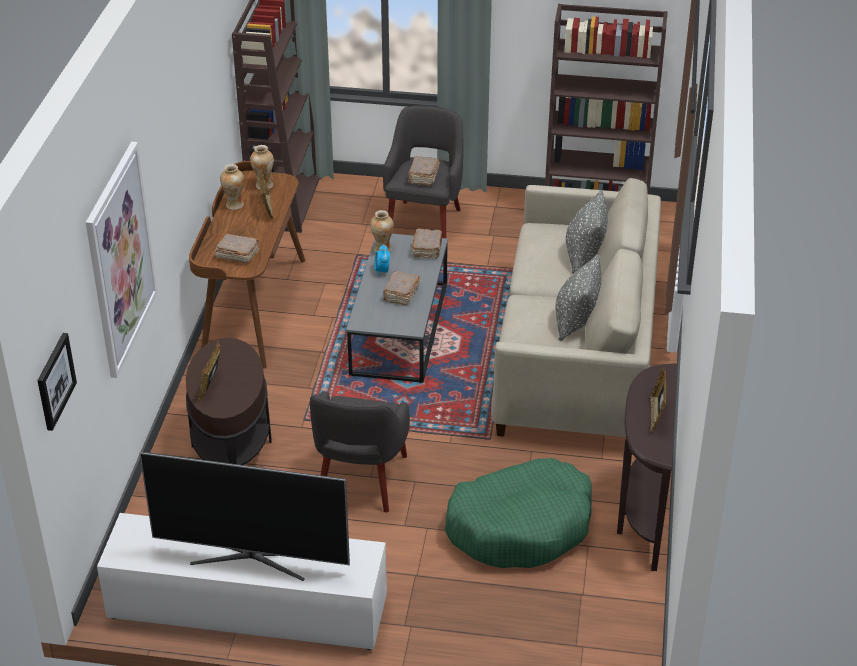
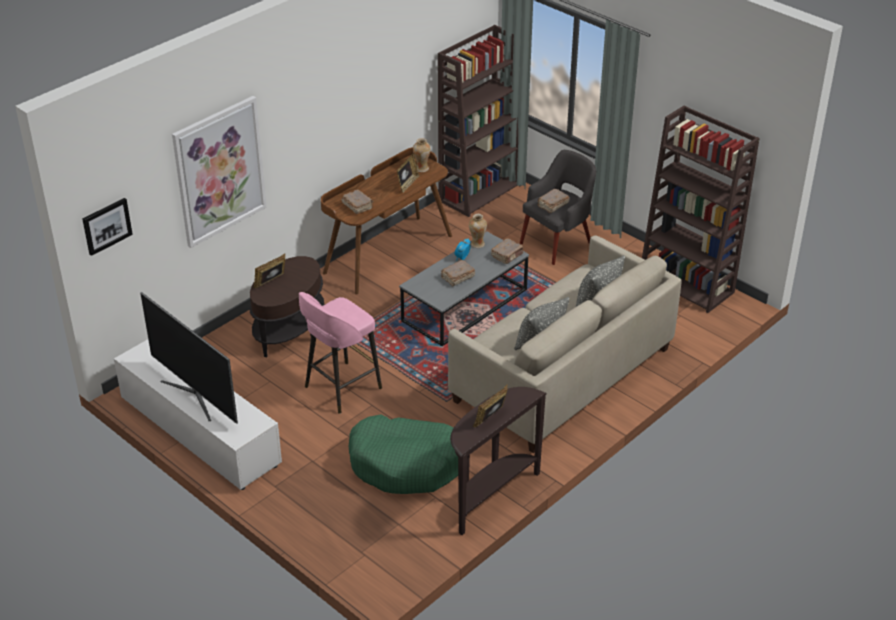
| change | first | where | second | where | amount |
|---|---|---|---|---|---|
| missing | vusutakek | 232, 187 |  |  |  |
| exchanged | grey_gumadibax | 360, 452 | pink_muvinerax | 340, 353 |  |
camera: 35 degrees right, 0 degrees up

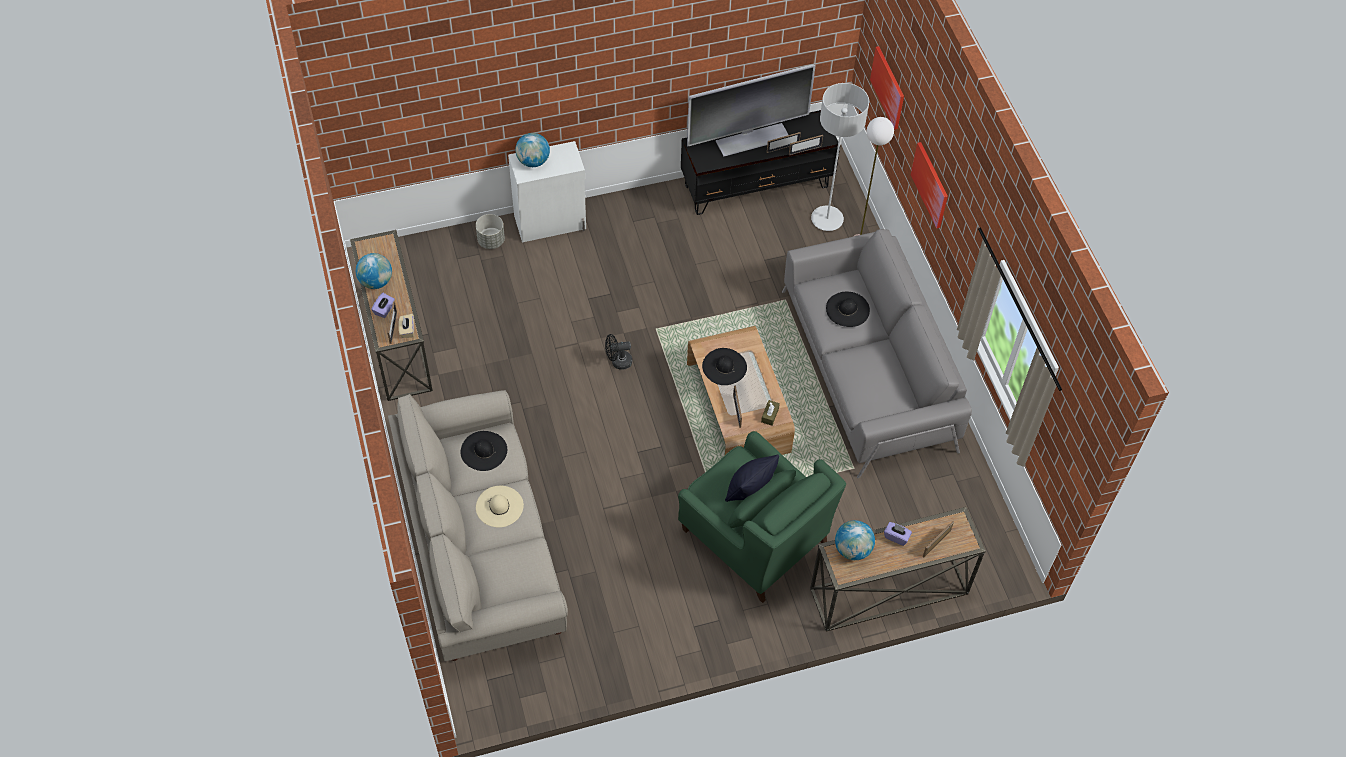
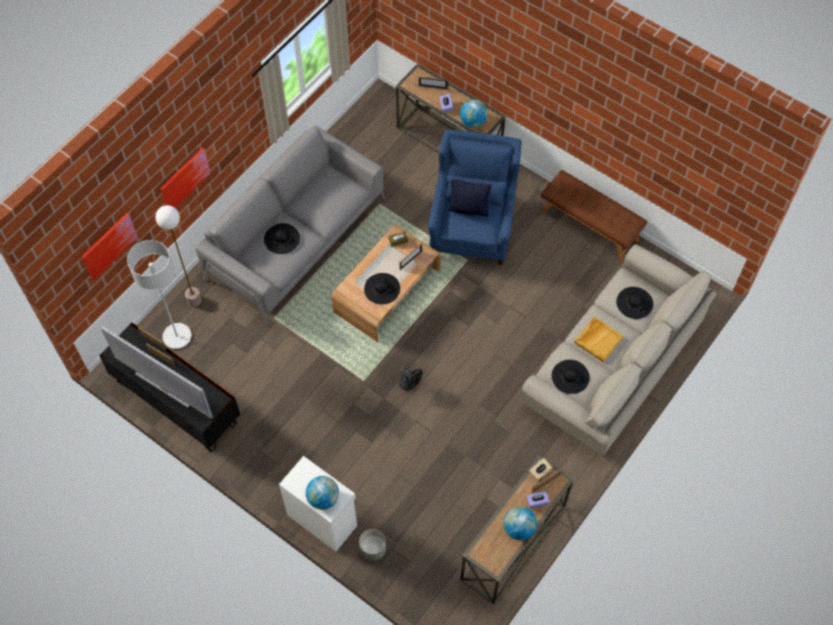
| change | first | where | second | where | amount |
|---|---|---|---|---|---|
| exchanged | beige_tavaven | 500, 506 | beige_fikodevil | 598, 339 |  |
| colour | green_gumadibax | 762, 517 | blue_gumadibax | 475, 197 |  |
| appeared |  |  | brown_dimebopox | 594, 216 |  |
| appeared |  |  | black_tavaven | 634, 303 |  |
camera: 125 degrees left, 5 degrees up

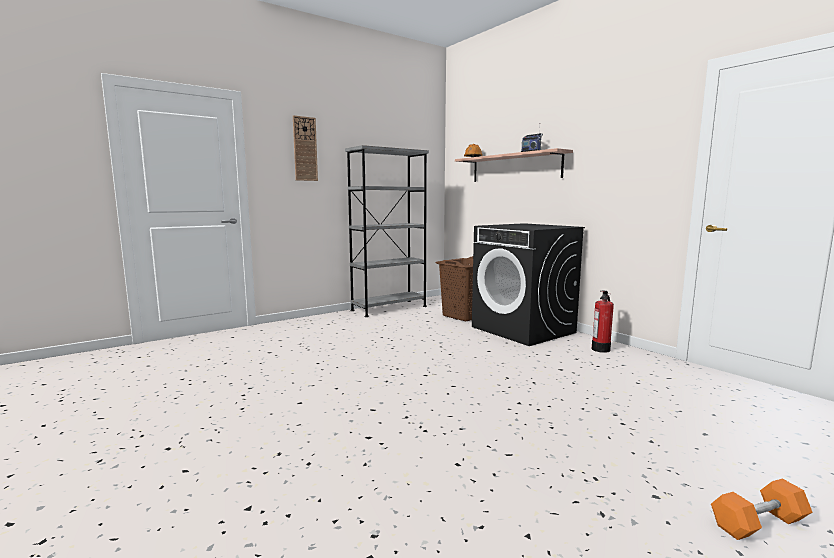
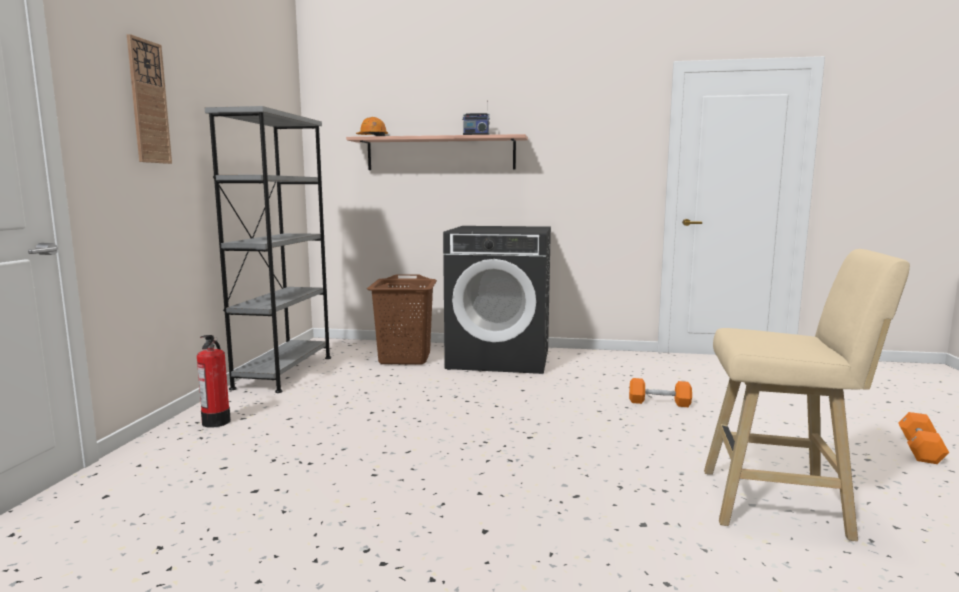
| change | first | where | second | where | amount |
|---|---|---|---|---|---|
| relocated | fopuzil | 603, 321 |  | 214, 381 |  |
| appeared |  |  | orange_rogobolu | 660, 392 |  |
| appeared |  |  | beige_muvinerax | 807, 395 |  |
camera: 45 degrees left, 0 degrees up

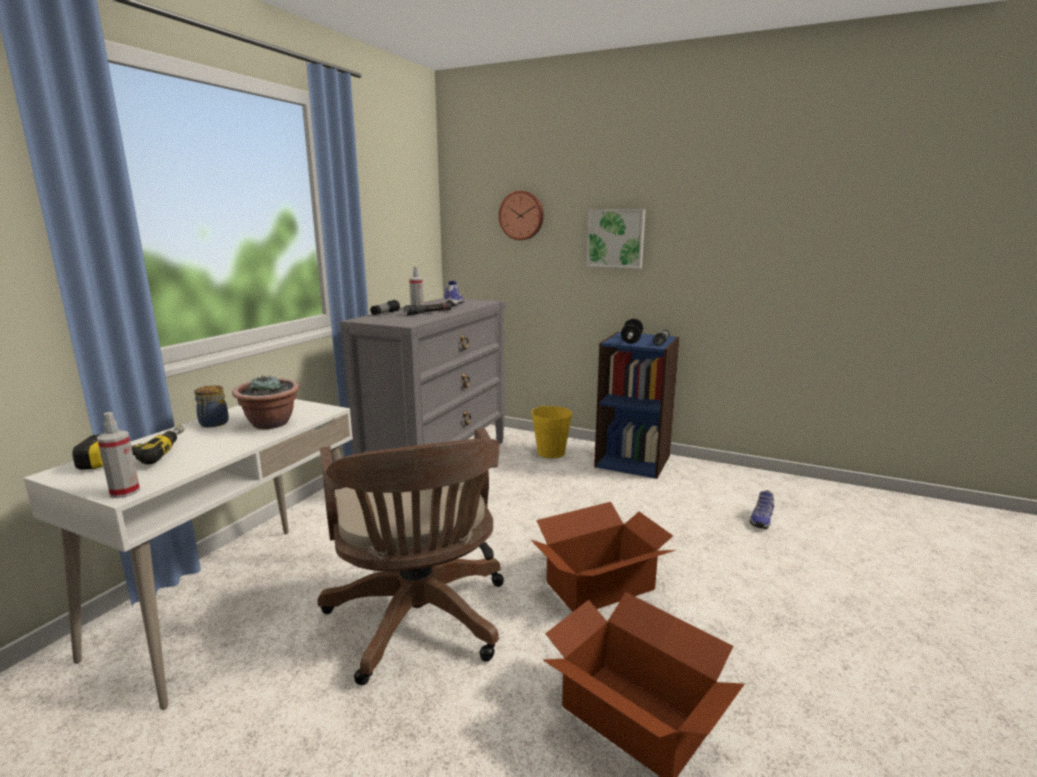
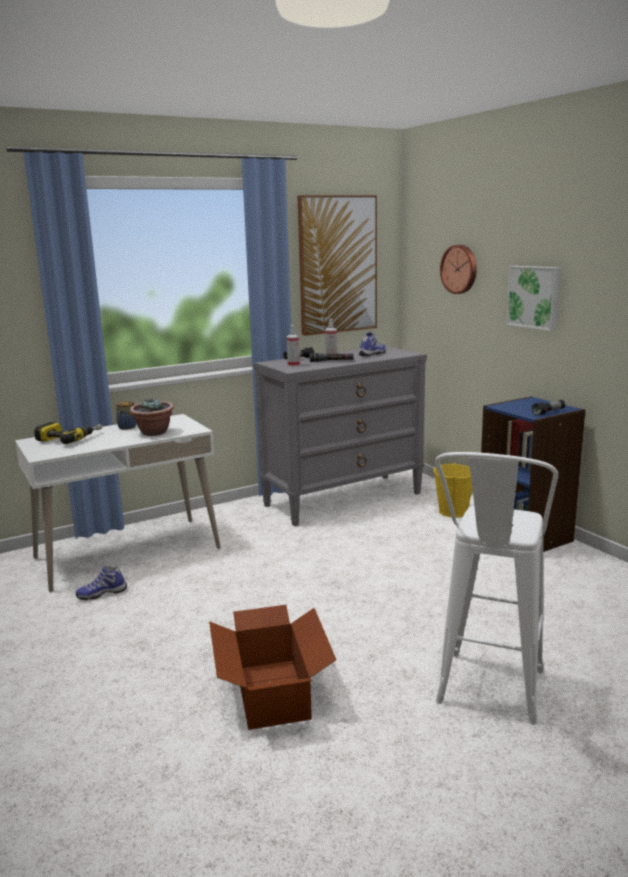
| change | first | where | second | where | amount |
|---|---|---|---|---|---|
| relocated | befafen | 118, 455 |  | 293, 346 |  |
| missing | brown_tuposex | 411, 556 |  |  |  |
| missing | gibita | 603, 557 |  |  |  |
| missing | rogobolu | 632, 331 |  |  |  |
| relocated | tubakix | 762, 509 |  | 101, 583 |  |
| appeared |  |  | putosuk | 337, 265 |  |
| appeared |  |  | white_muvinerax | 496, 588 |  |
camera: 35 degrees right, 0 degrees up

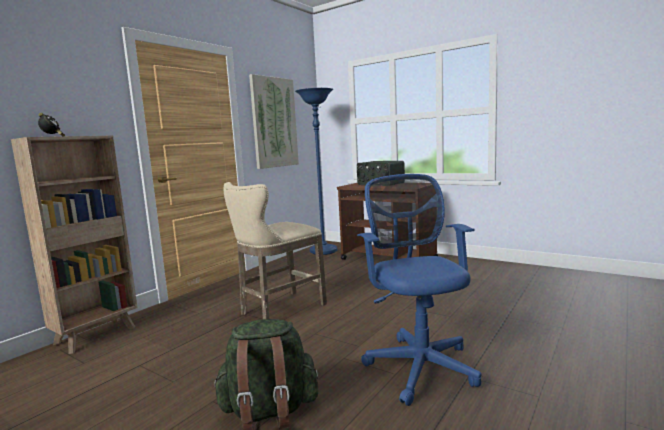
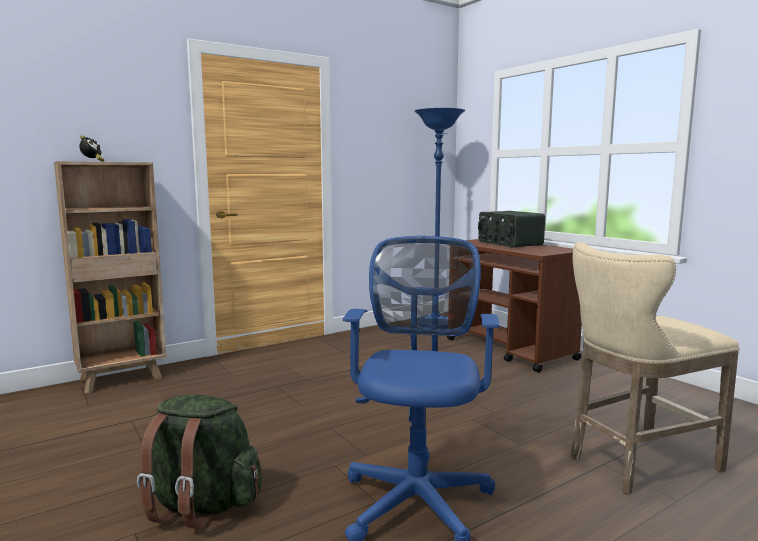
| change | first | where | second | where | amount |
|---|---|---|---|---|---|
| relocated | beige_muvinerax | 275, 250 |  | 655, 368 |  |
| missing | putosuk | 274, 121 |  |  |  |
camera: 20 degrees right, 0 degrees up

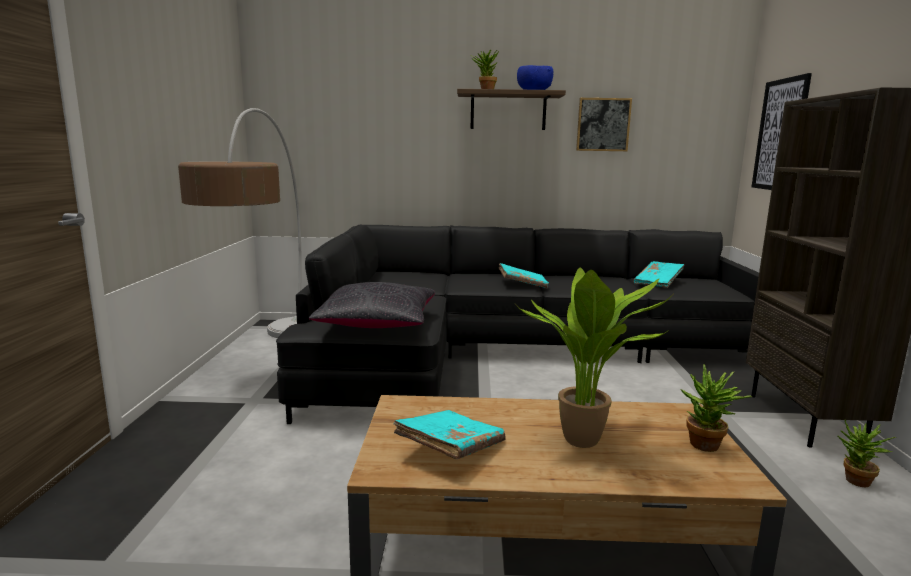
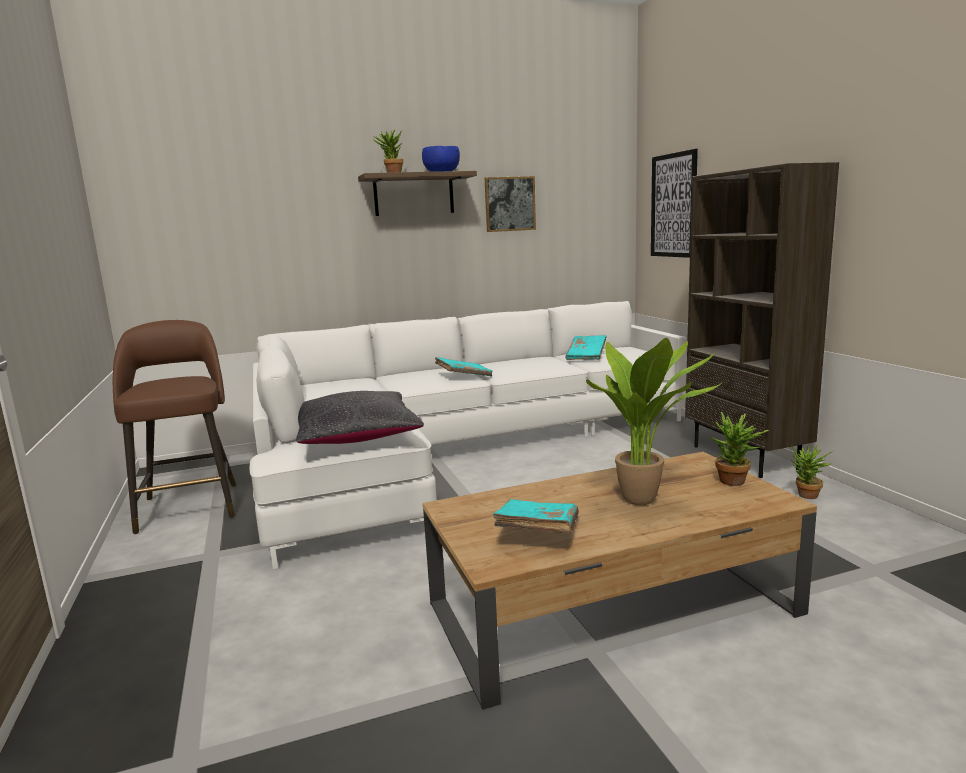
| change | first | where | second | where | amount |
|---|---|---|---|---|---|
| exchanged | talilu | 240, 223 | brown_muvinerax | 174, 427 |  |
| colour | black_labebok | 517, 324 | white_labebok | 468, 435 |  |
camera: 20 degrees left, 0 degrees up

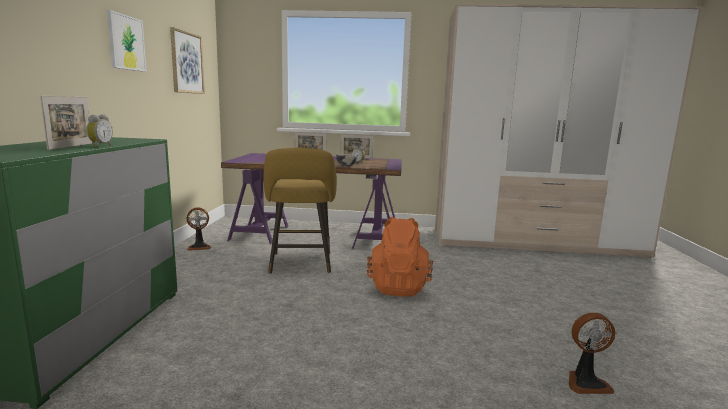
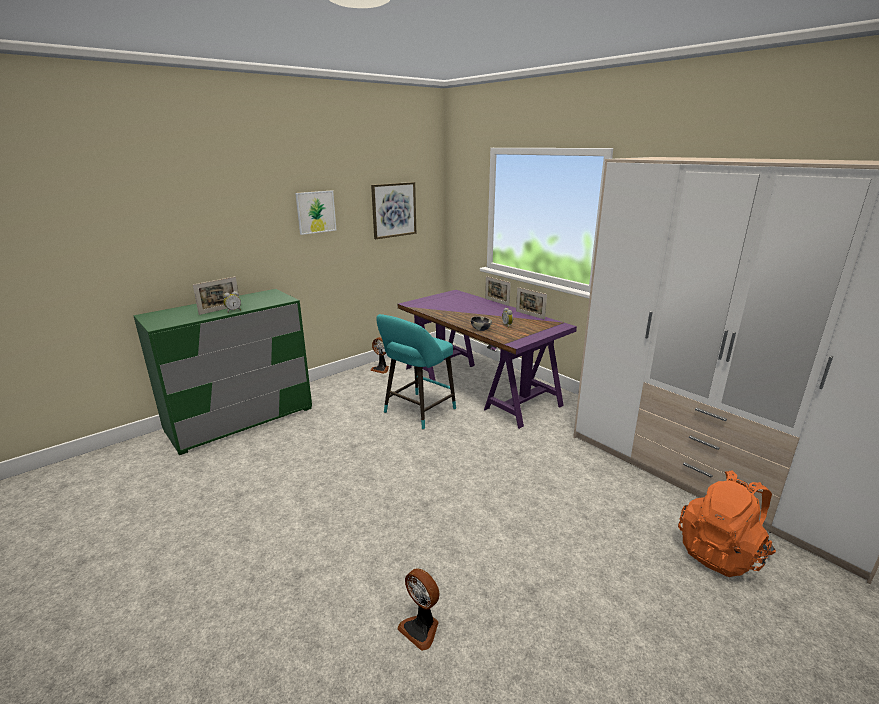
| change | first | where | second | where | amount |
|---|---|---|---|---|---|
| colour | yellow_muvinerax | 300, 211 | turquoise_muvinerax | 416, 371 |  |
| relocated | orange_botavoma | 400, 256 |  | 727, 523 |  |
camera: 45 degrees right, 10 degrees up

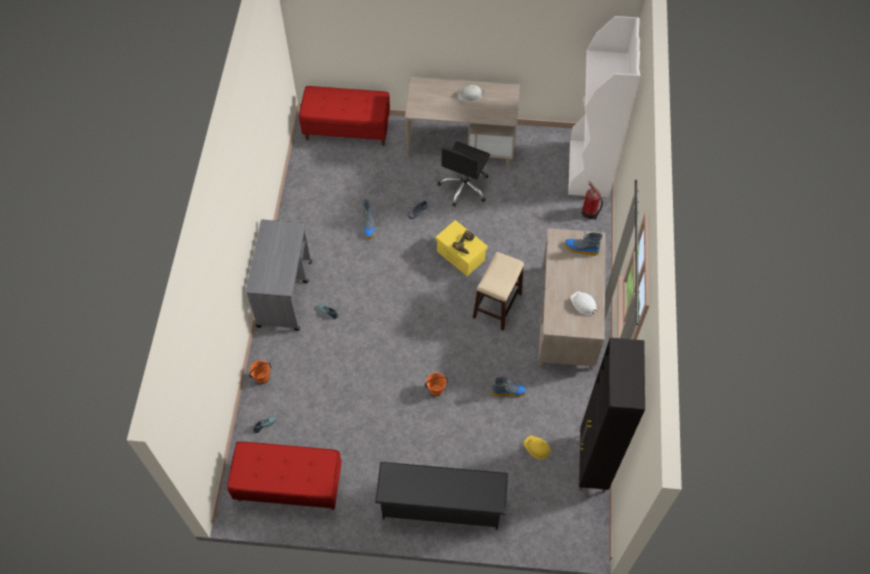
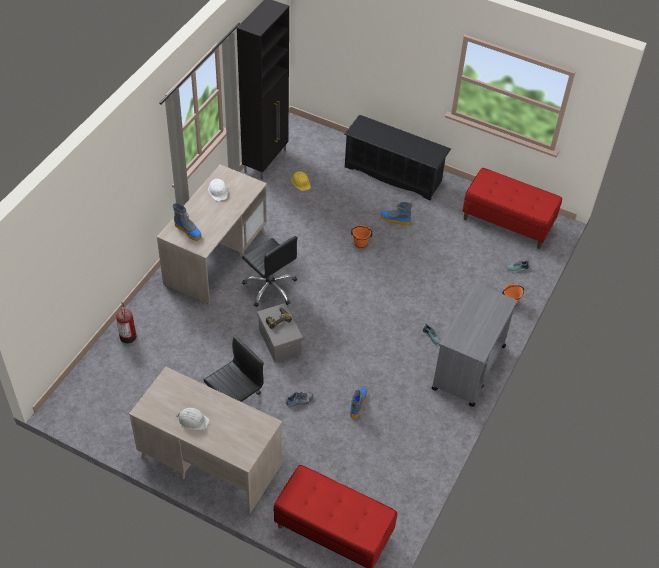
| change | first | where | second | where | amount |
|---|---|---|---|---|---|
| colour | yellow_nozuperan | 461, 248 | grey_nozuperan | 280, 333 |  |
| exchanged | muvinerax | 498, 291 | black_tuposex | 270, 271 |  |
| relocated | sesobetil | 508, 387 |  | 396, 213 |  |
| missing | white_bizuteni | 604, 107 |  |  |  |
camera: 160 degrees left, 10 degrees down

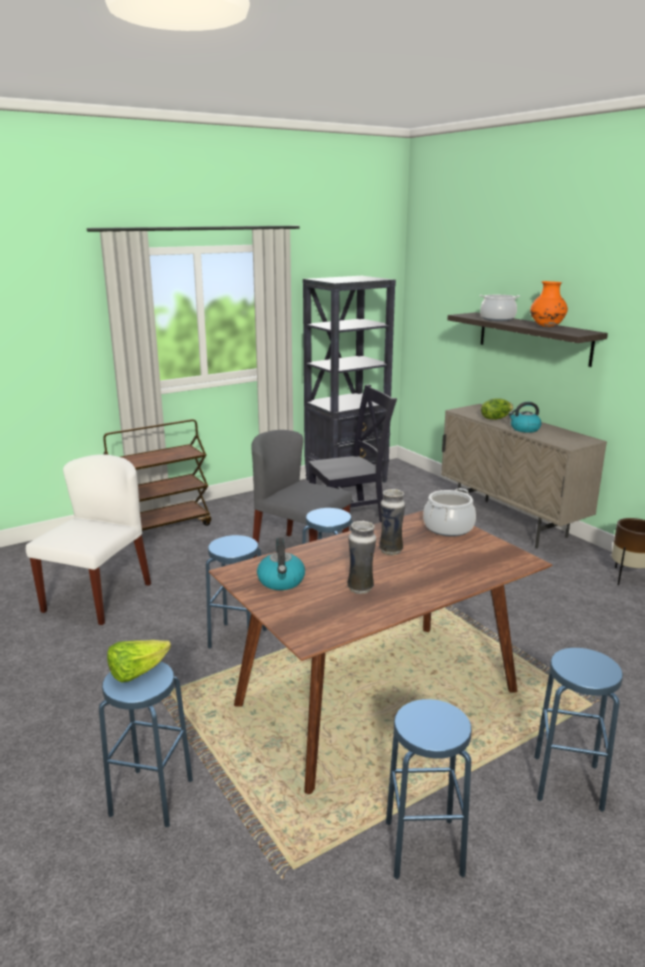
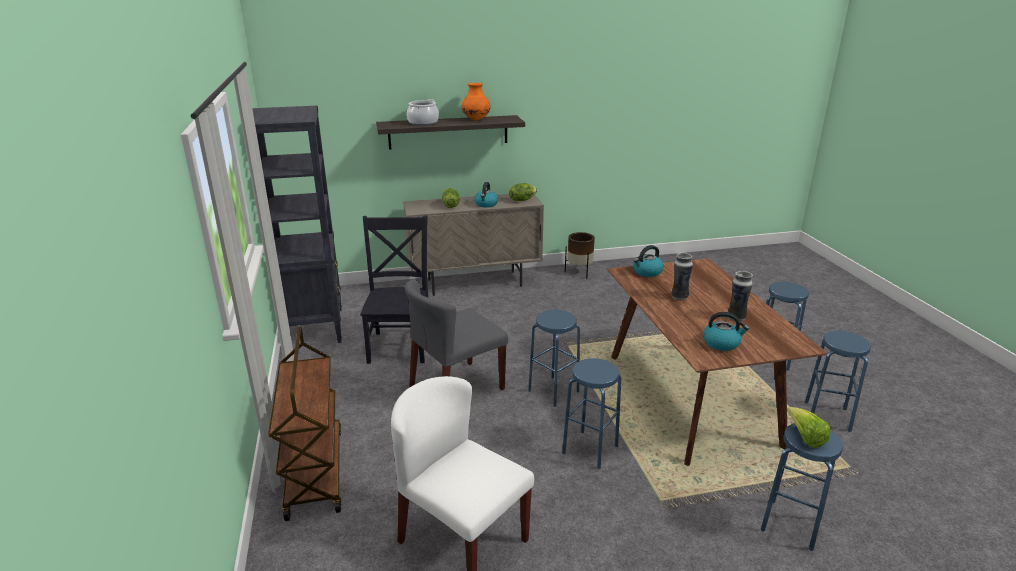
| change | first | where | second | where | amount |
|---|---|---|---|---|---|
| exchanged | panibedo | 449, 512 | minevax | 648, 261 |  |
| appeared |  |  | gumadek | 523, 192 |  |
camera: 70 degrees left, 5 degrees up

